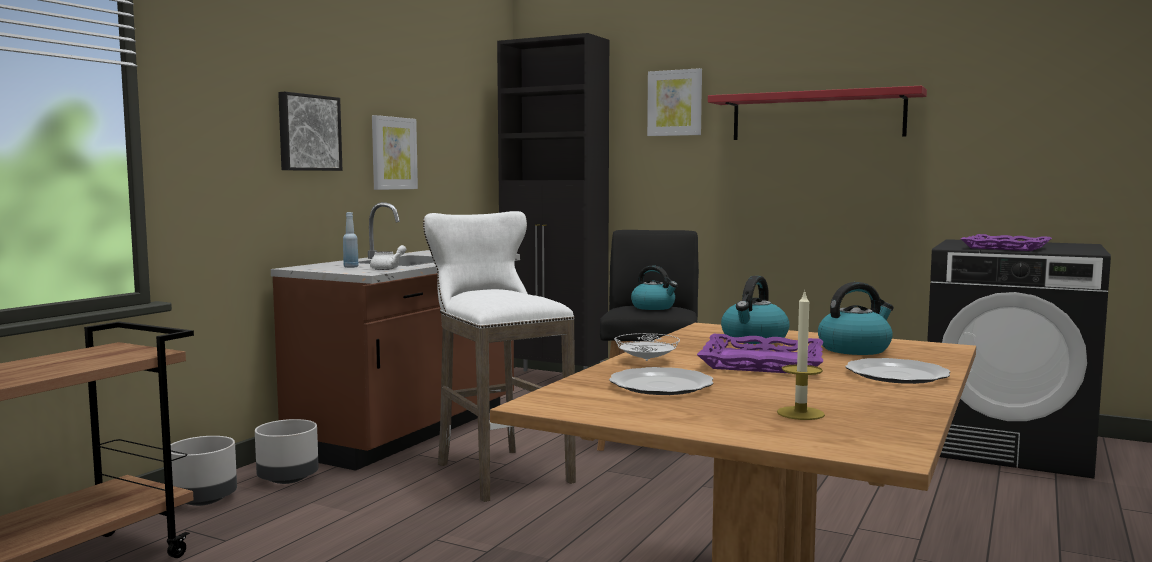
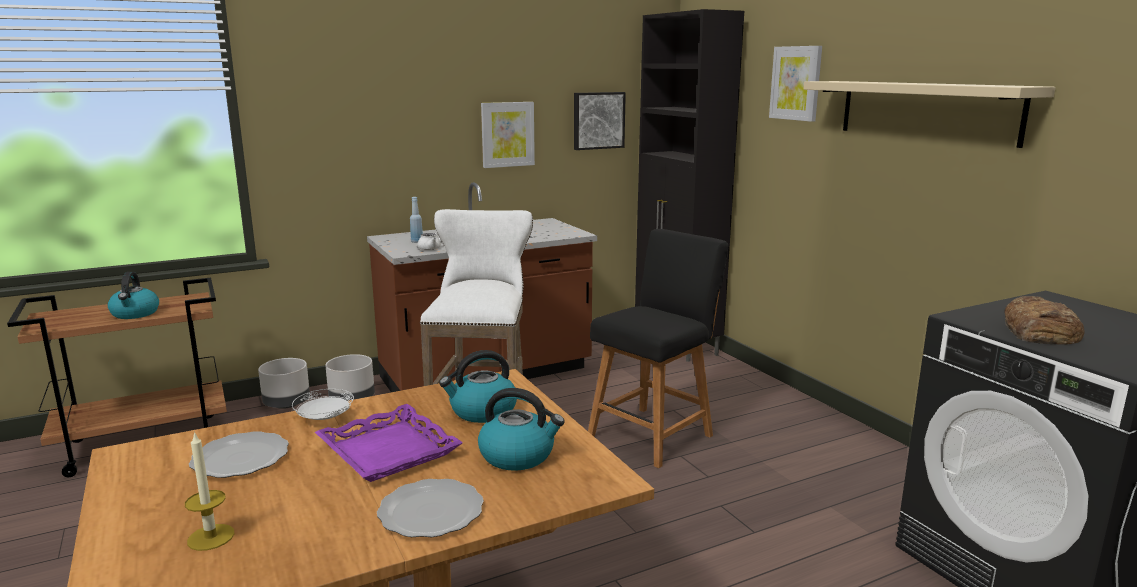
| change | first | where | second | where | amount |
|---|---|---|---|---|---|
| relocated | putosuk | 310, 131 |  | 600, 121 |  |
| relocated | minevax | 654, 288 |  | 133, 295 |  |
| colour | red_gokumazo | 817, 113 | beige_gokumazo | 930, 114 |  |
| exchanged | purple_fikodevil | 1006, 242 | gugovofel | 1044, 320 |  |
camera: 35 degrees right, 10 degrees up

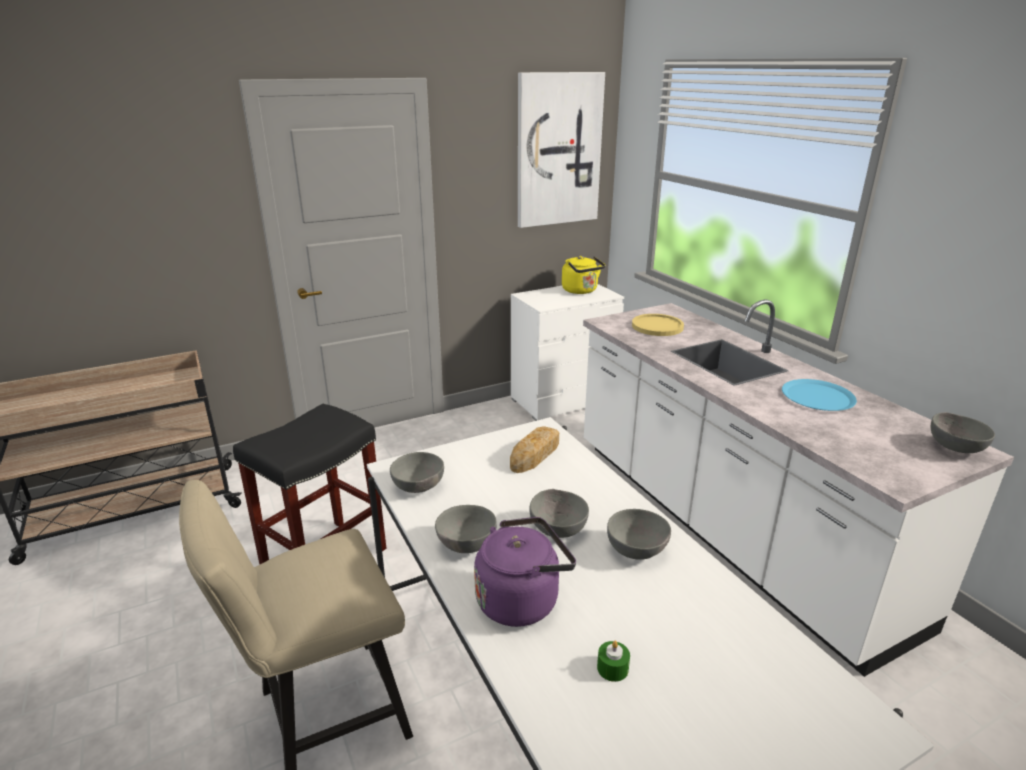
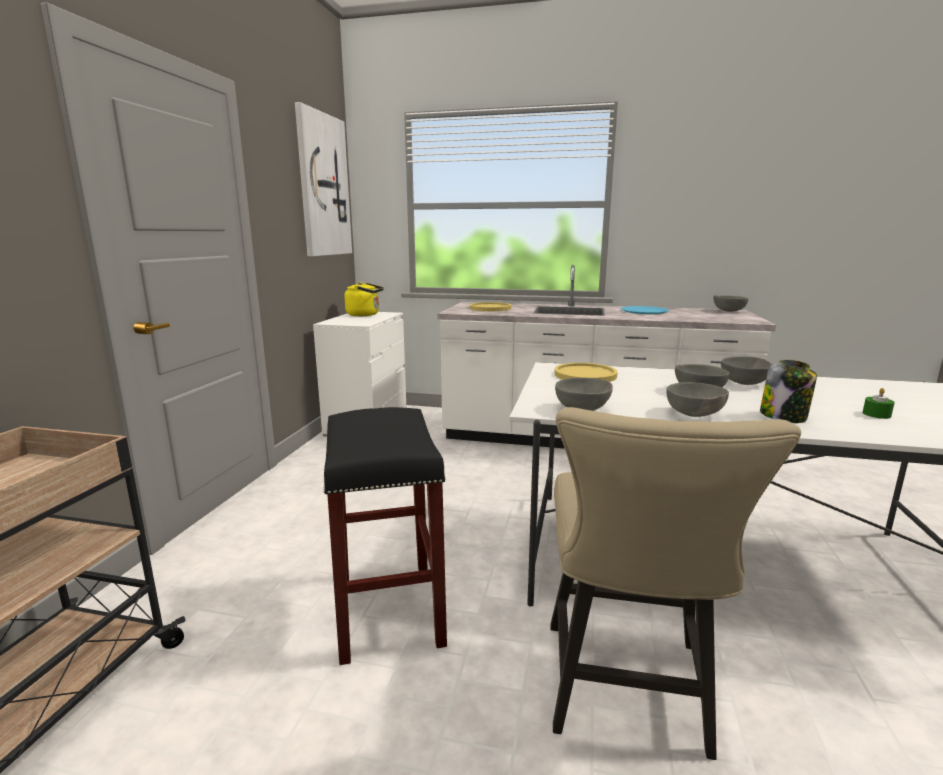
| change | first | where | second | where | amount |
|---|---|---|---|---|---|
| exchanged | purple_minevax | 525, 572 | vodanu | 788, 391 |  |
| exchanged | gugovofel | 534, 449 | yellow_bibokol | 586, 372 |  |
camera: 50 degrees left, 10 degrees down

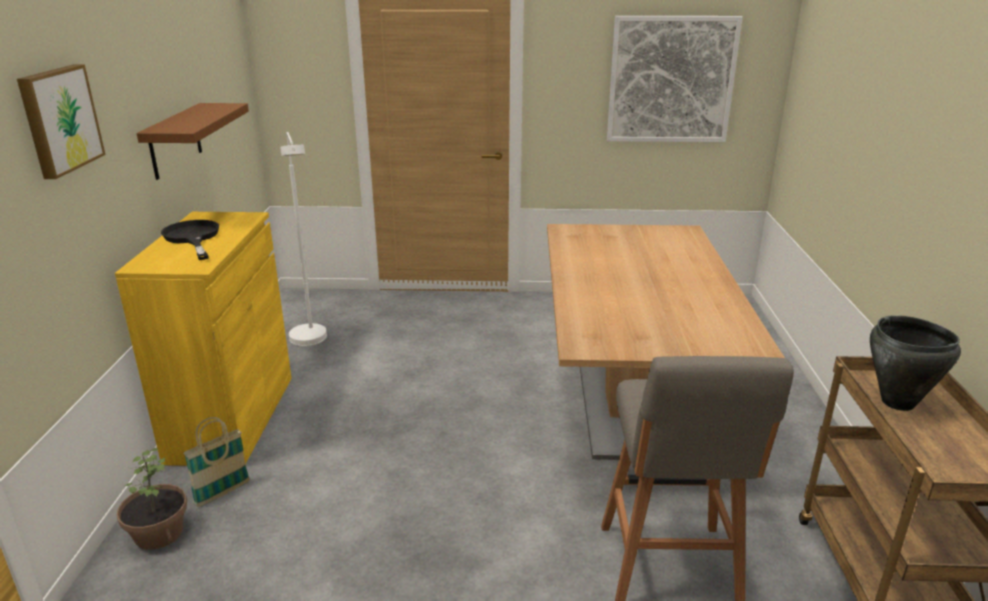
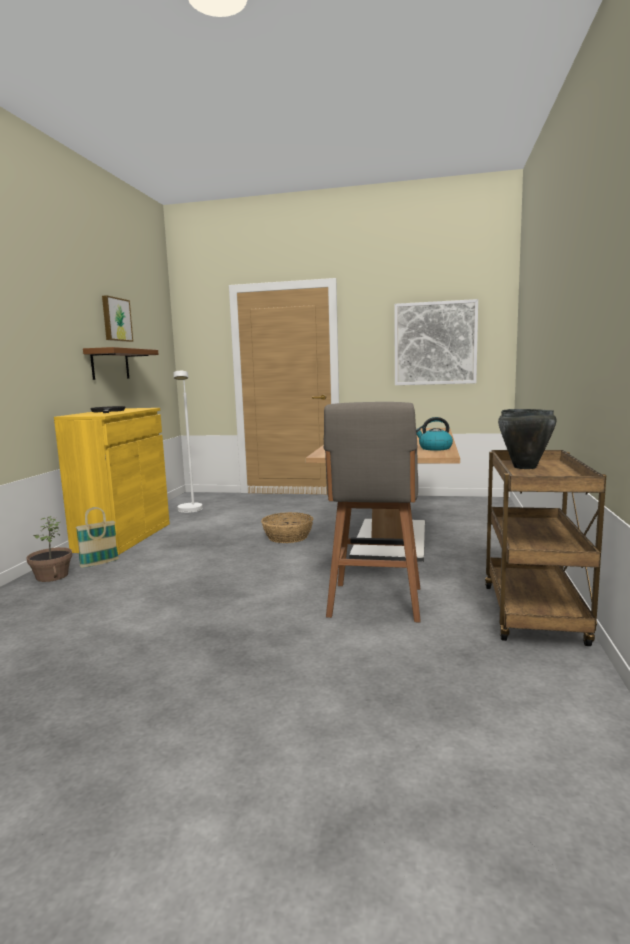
| change | first | where | second | where | amount |
|---|---|---|---|---|---|
| relocated | putosuk | 61, 121 |  | 117, 318 |  |
| appeared |  |  | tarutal | 287, 527 |  |
| appeared |  |  | minevax | 434, 434 |  |
camera: 10 degrees right, 15 degrees down

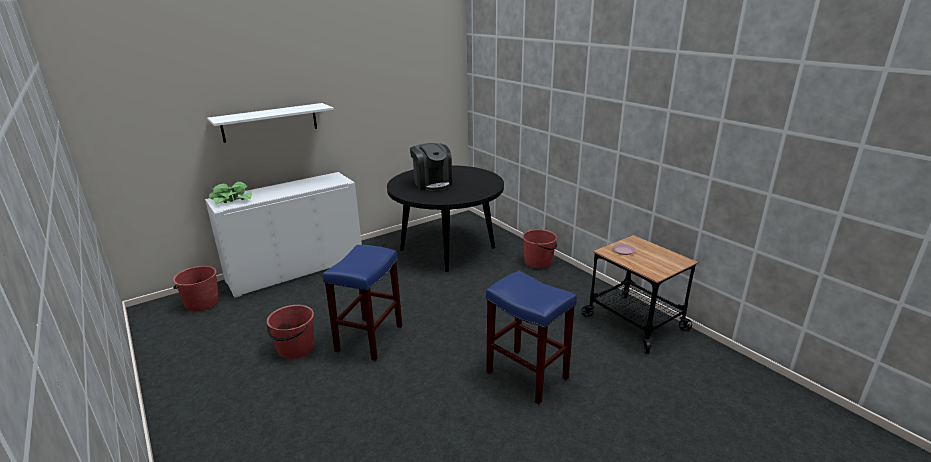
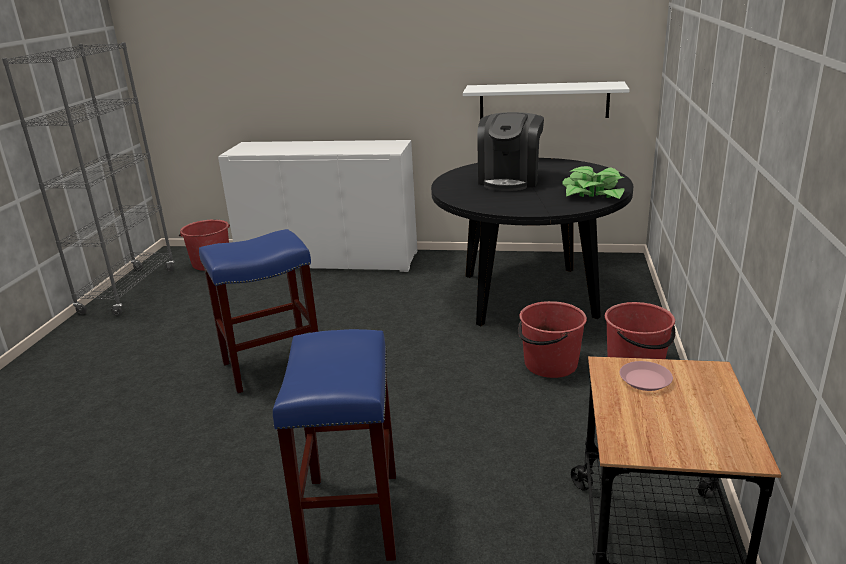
| change | first | where | second | where | amount |
|---|---|---|---|---|---|
| relocated | white_gokumazo | 270, 123 |  | 546, 100 |  |
| relocated | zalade | 230, 193 |  | 594, 182 |  |
| relocated | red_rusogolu | 290, 332 |  | 552, 339 |  |
| appeared |  |  | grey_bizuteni | 88, 179 |  |
camera: 45 degrees right, 0 degrees up

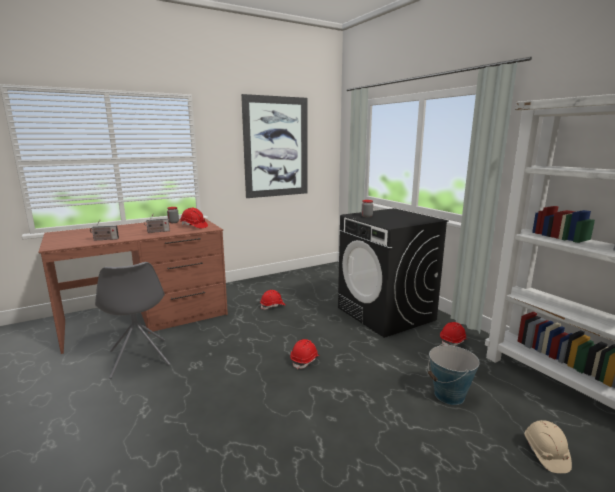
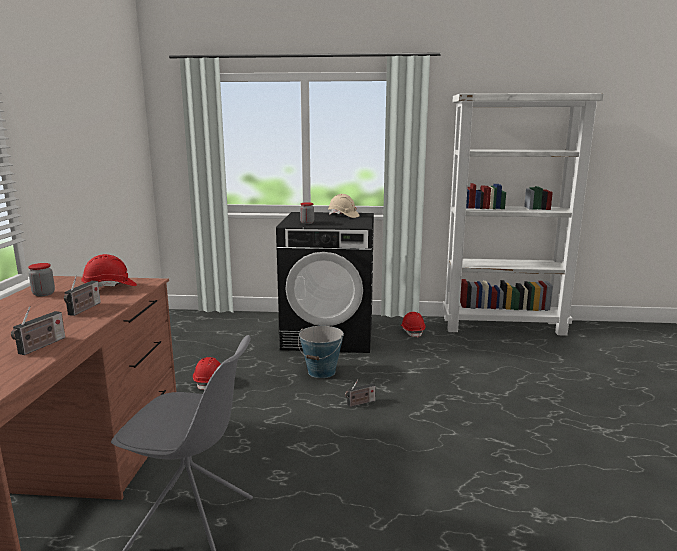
| change | first | where | second | where | amount |
|---|---|---|---|---|---|
| missing | putosuk | 274, 146 |  |  |  |
| exchanged | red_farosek | 304, 354 | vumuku | 360, 393 |  |
| relocated | rusogolu | 454, 374 |  | 321, 352 |  |
| relocated | beige_farosek | 548, 446 |  | 344, 206 |  |
camera: 55 degrees left, 0 degrees up

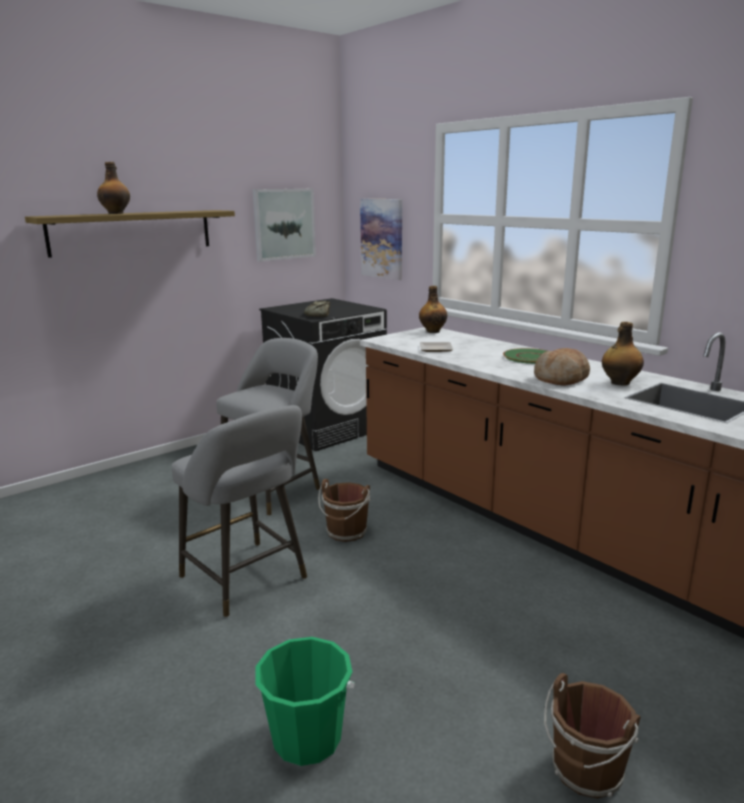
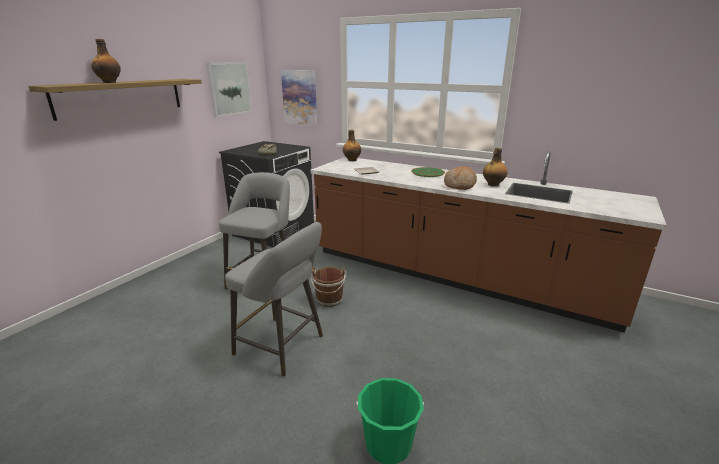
| change | first | where | second | where | amount |
|---|---|---|---|---|---|
| missing | brown_rusogolu | 592, 736 |  |  |  |
camera: 20 degrees left, 5 degrees up

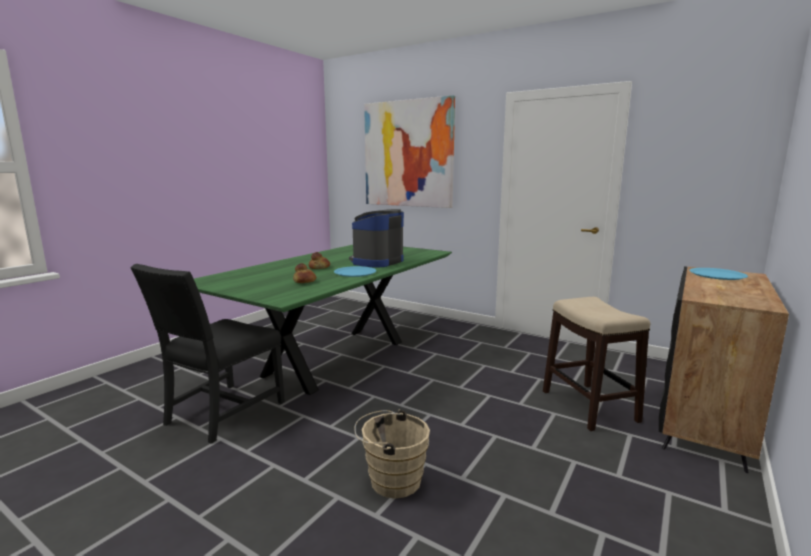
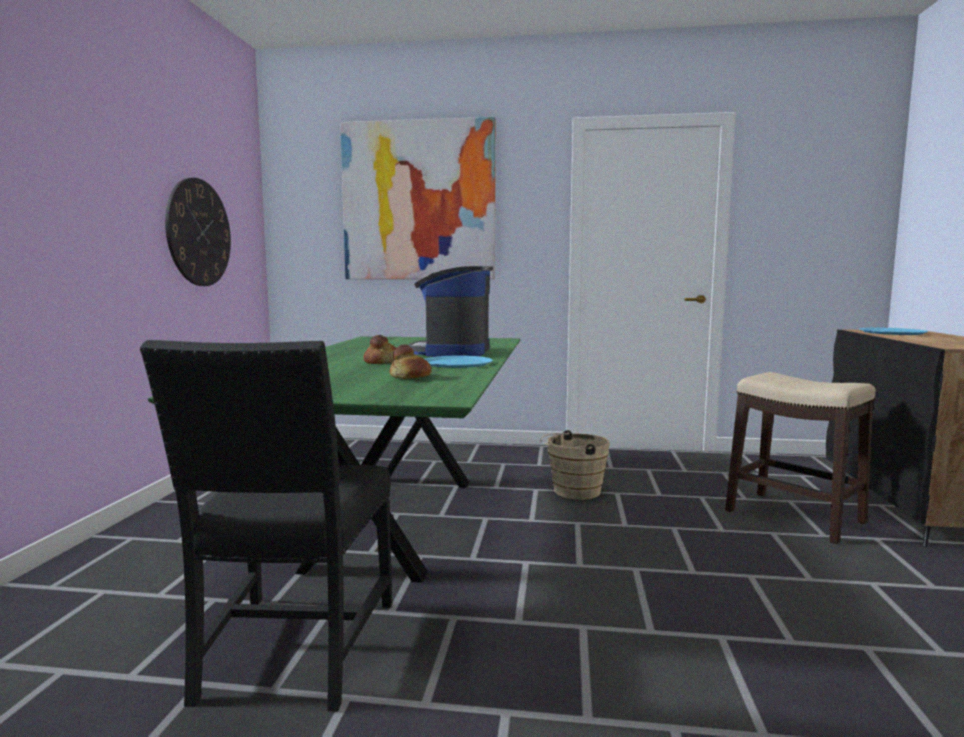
| change | first | where | second | where | amount |
|---|---|---|---|---|---|
| relocated | beige_rusogolu | 392, 454 |  | 575, 465 |  |
| appeared |  |  | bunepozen | 198, 232 |  |
camera: 25 degrees left, 5 degrees down

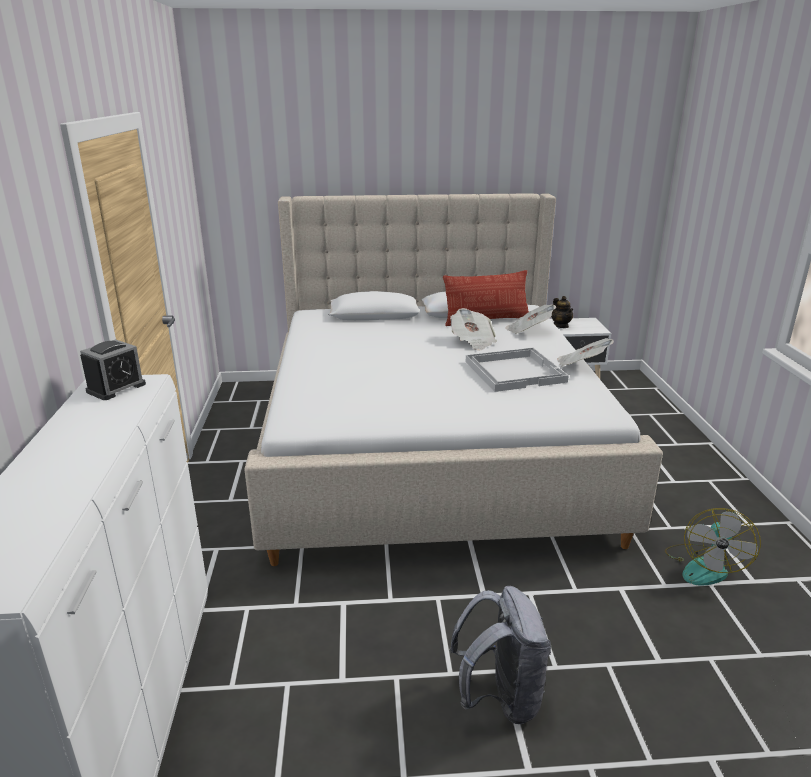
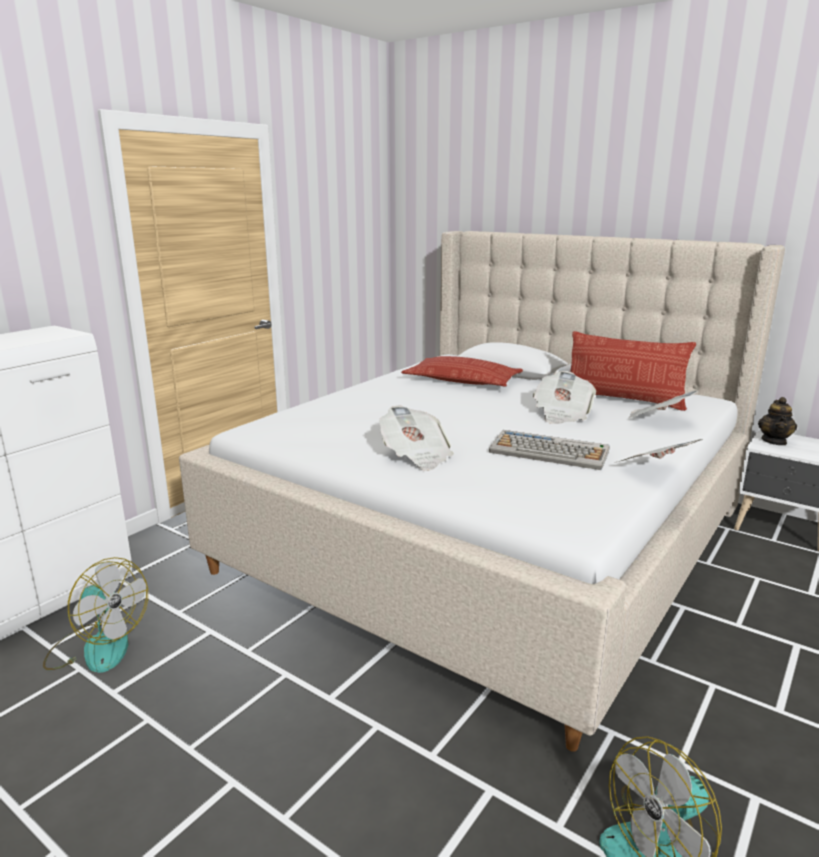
| change | first | where | second | where | amount |
|---|---|---|---|---|---|
| missing | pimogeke | 113, 369 |  |  |  |
| missing | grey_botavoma | 500, 655 |  |  |  |
| exchanged | white_fikodevil | 517, 370 | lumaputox | 549, 450 |  |
| appeared |  |  | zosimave | 95, 615 |  |
| appeared |  |  | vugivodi | 416, 438 |  |
| appeared |  |  | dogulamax | 462, 371 |  |
camera: 40 degrees right, 5 degrees down

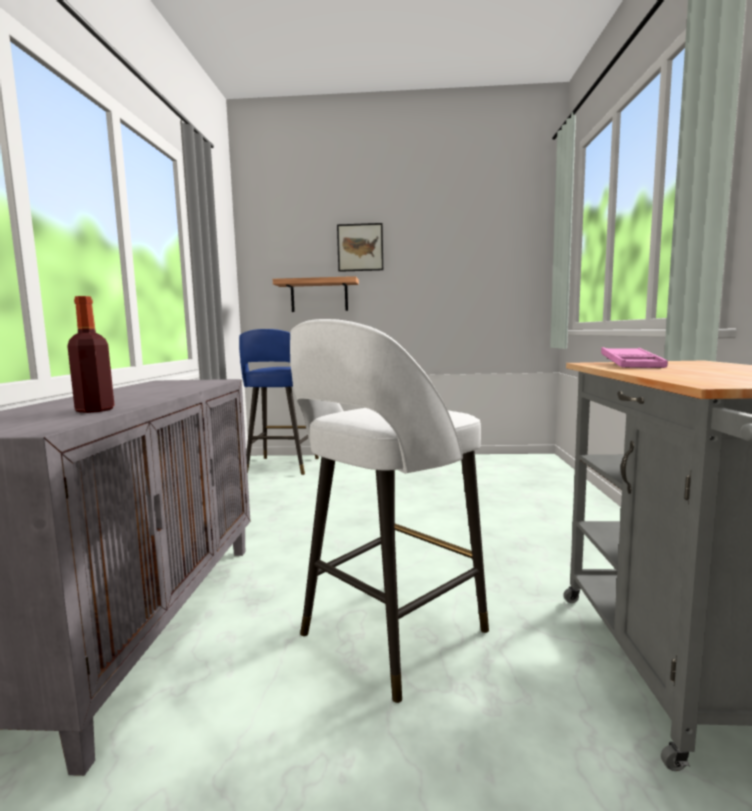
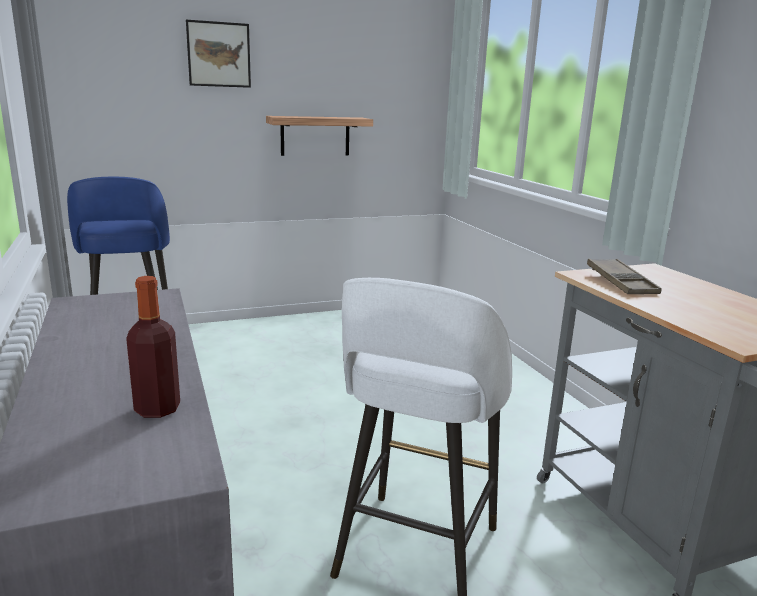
| change | first | where | second | where | amount |
|---|---|---|---|---|---|
| relocated | gokumazo | 316, 294 |  | 319, 136 |  |
| colour | pink_fikodevil | 634, 357 | brown_fikodevil | 624, 276 |  |
camera: 25 degrees left, 10 degrees up

